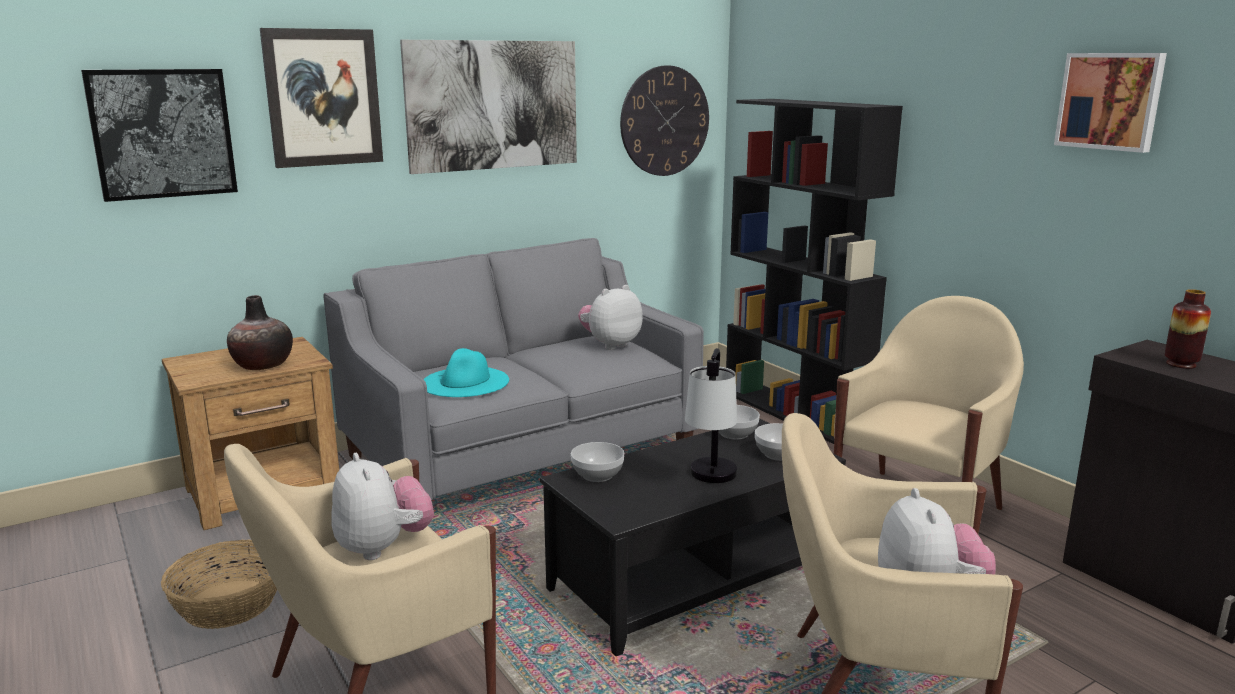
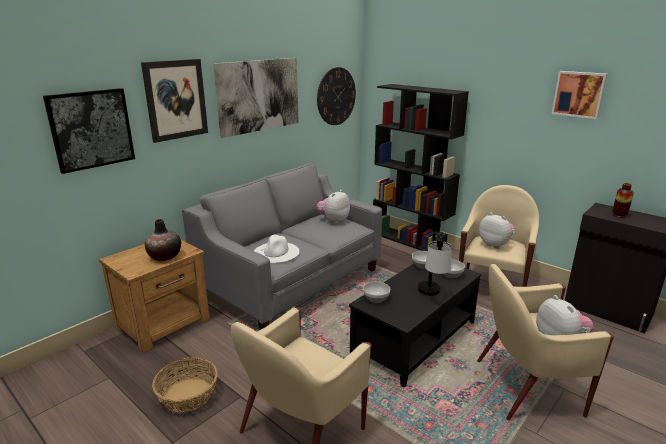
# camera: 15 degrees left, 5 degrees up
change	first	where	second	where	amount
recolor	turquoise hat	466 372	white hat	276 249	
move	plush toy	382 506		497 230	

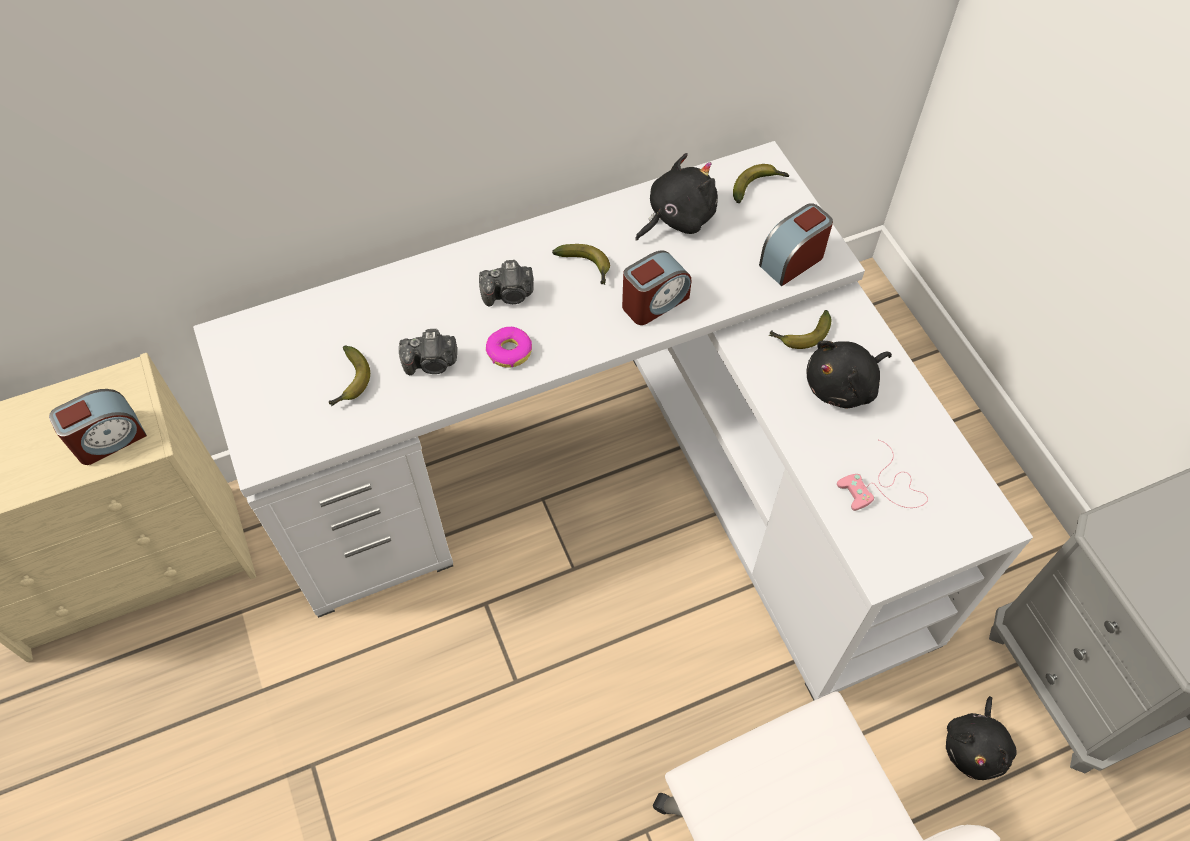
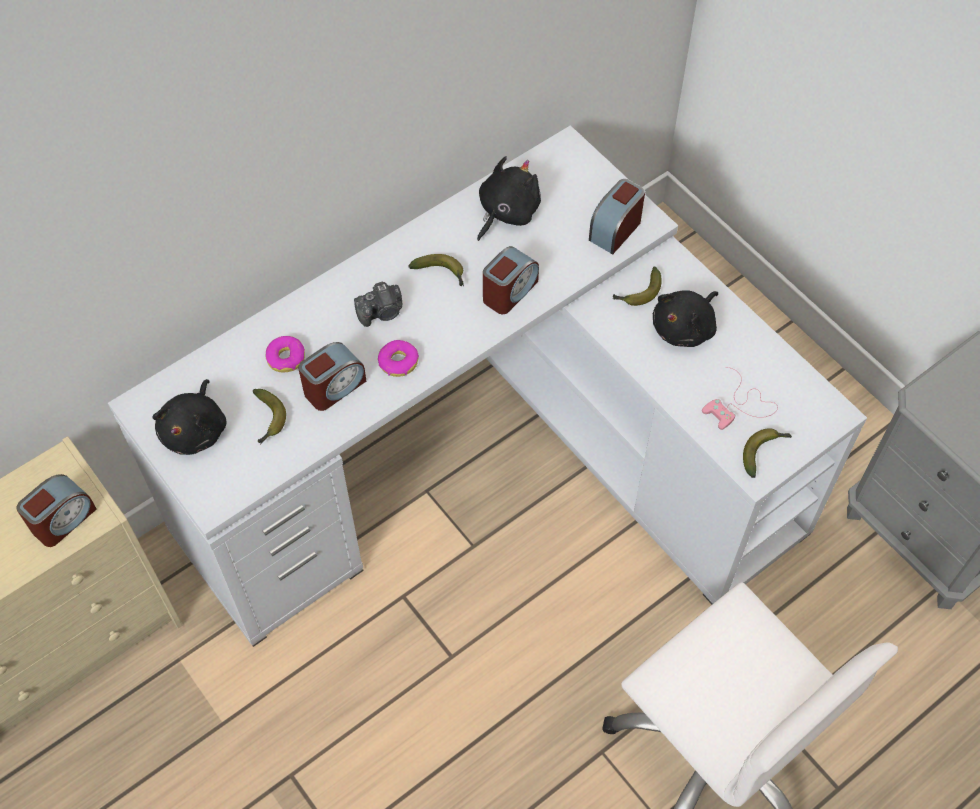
# camera: 15 degrees left, 0 degrees up
change	first	where	second	where	amount
move	banana	761 183		767 453	
replace	photo camera	428 352	alarm clock	332 376	
move	black plush toy	981 738		190 417	
insert			donut	285 354	

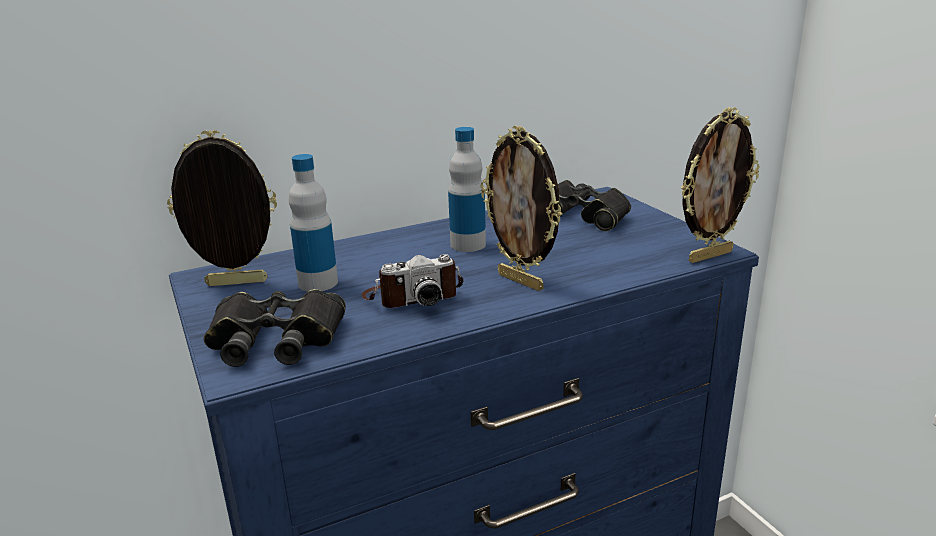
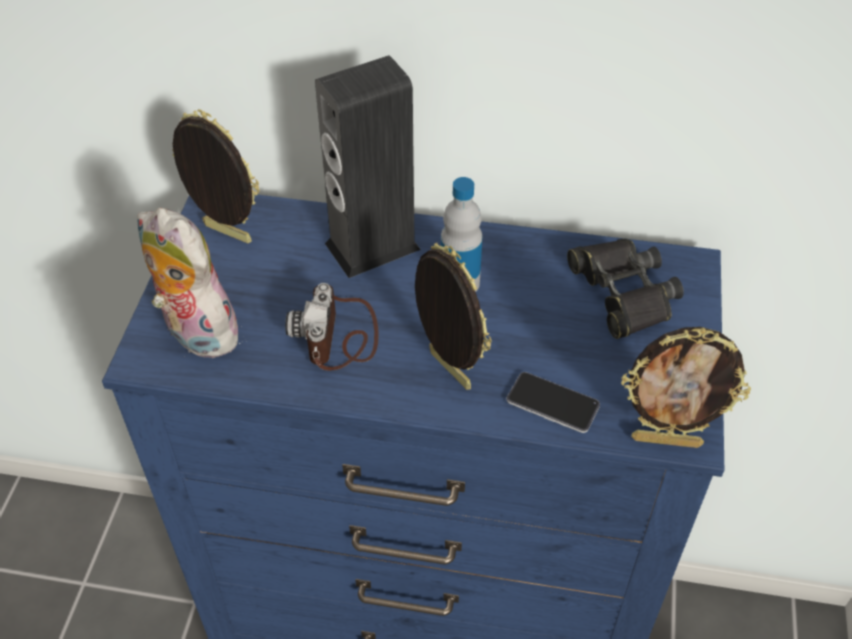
# camera: 35 degrees right, 25 degrees up
change	first	where	second	where	amount
rotate	picture frame	521 208		453 316	150 degrees clockwise
delete	bottle	313 222			
rotate	photo camera	412 281		332 327	75 degrees clockwise
replace	black binoculars	275 328	plush toy	188 283	
insert			speaker	368 166	
insert			phone	553 402	

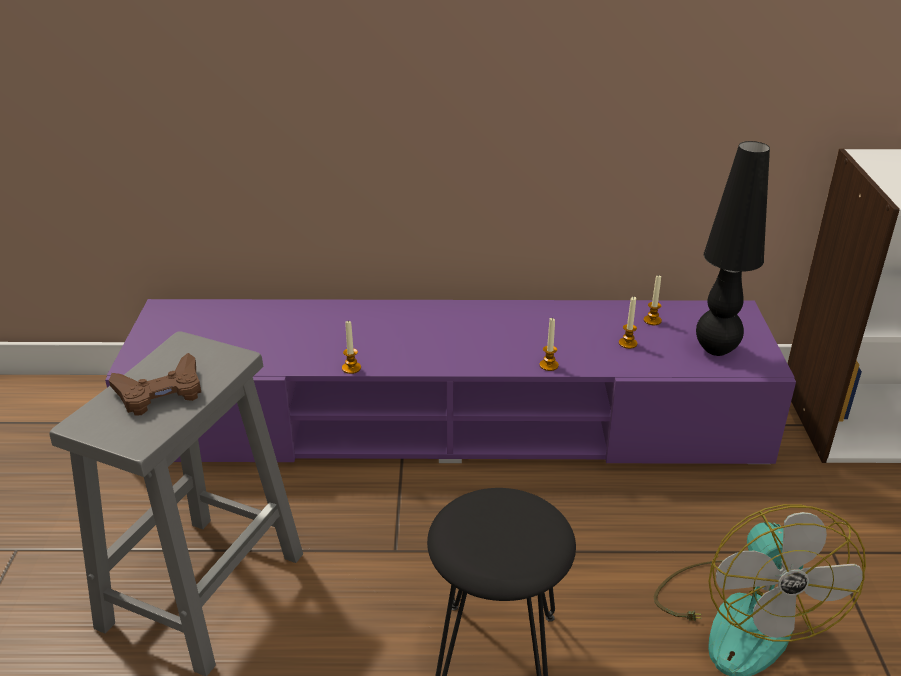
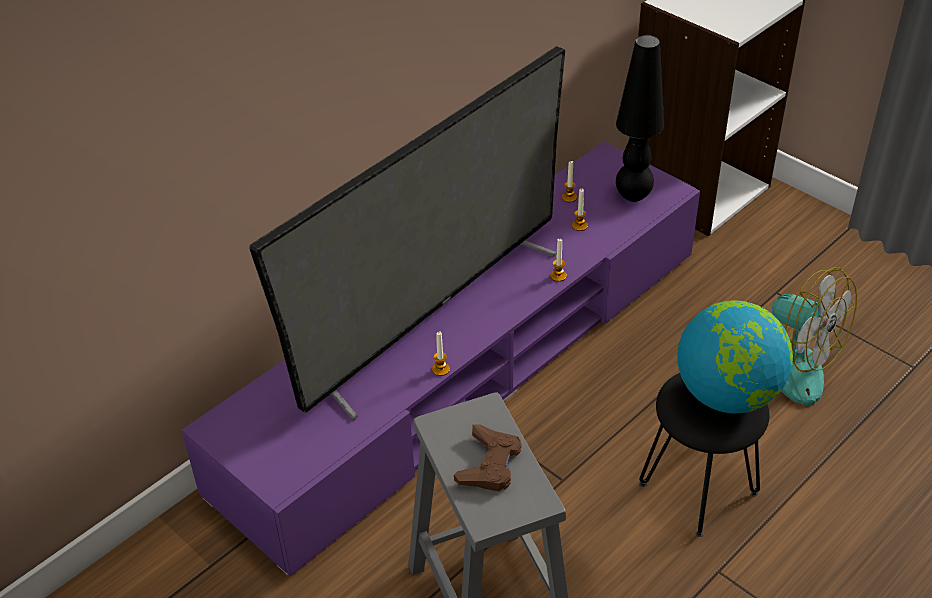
# camera: 45 degrees left, 10 degrees up
change	first	where	second	where	amount
insert			television	407 233	
insert			globe	735 357	

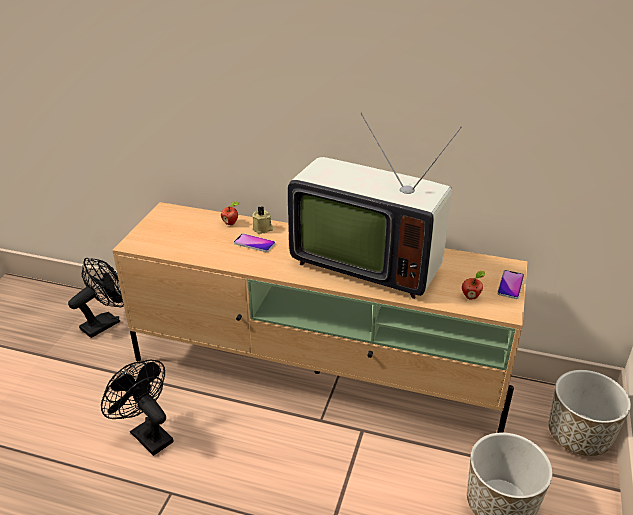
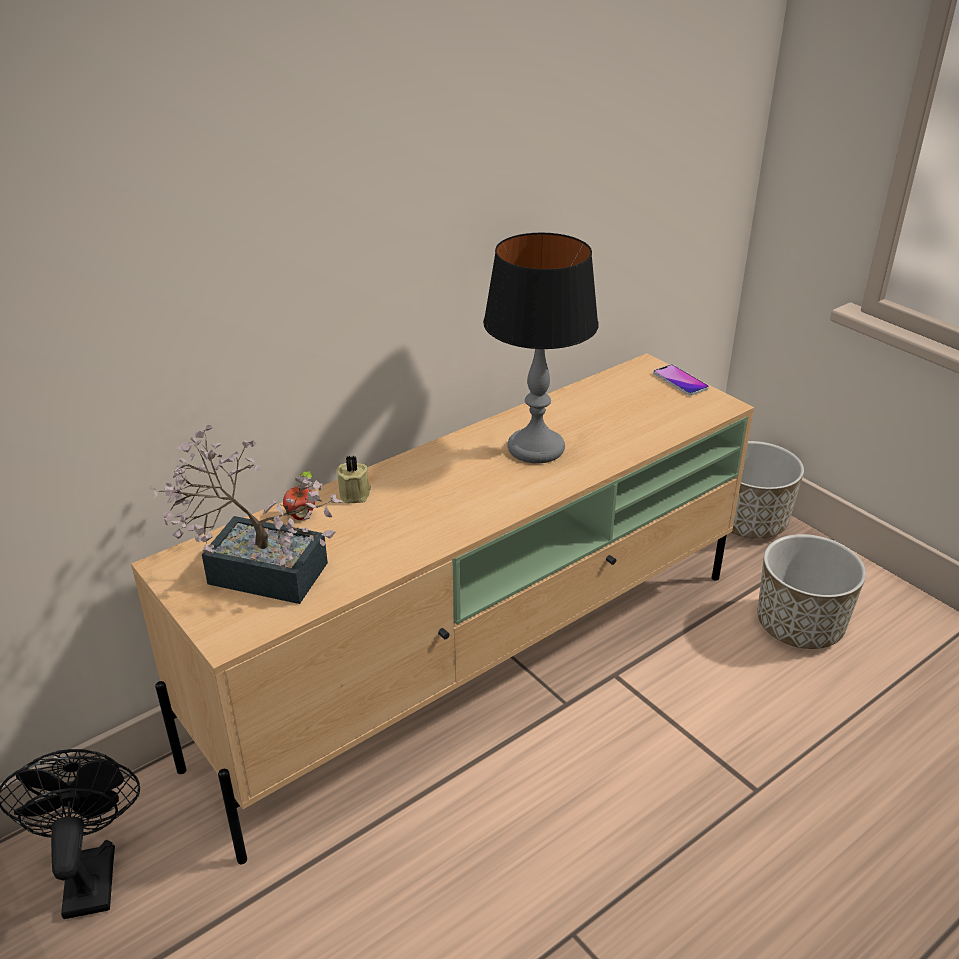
# camera: 55 degrees left, 0 degrees up
change	first	where	second	where	amount
replace	television	375 206	table lamp	541 348	
delete	phone	254 242			
delete	apple	473 285			
delete	black fan	137 408			
insert			potted plant	246 514	

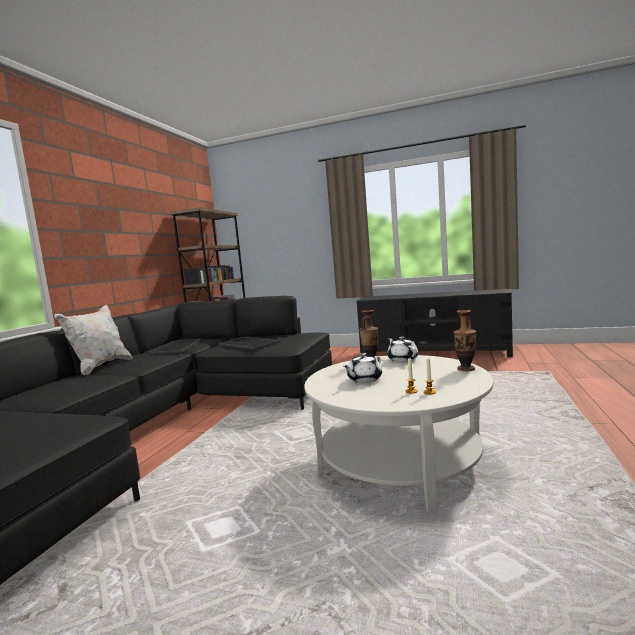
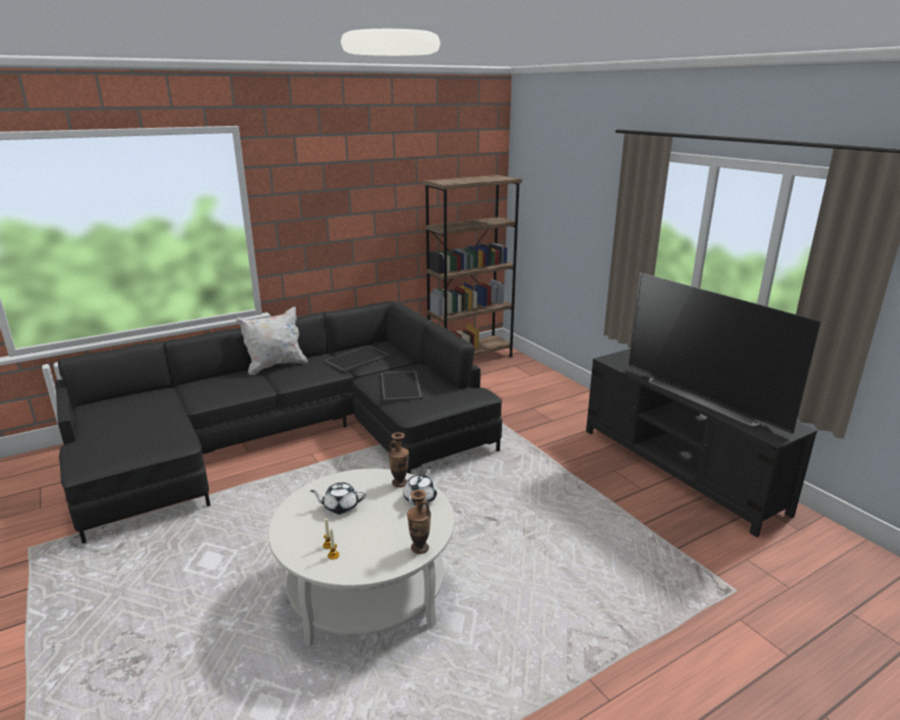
# camera: 40 degrees right, 15 degrees up
change	first	where	second	where	amount
insert			television	724 354	

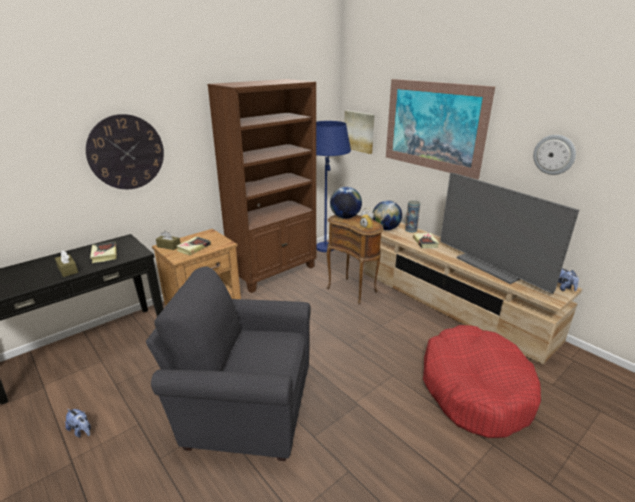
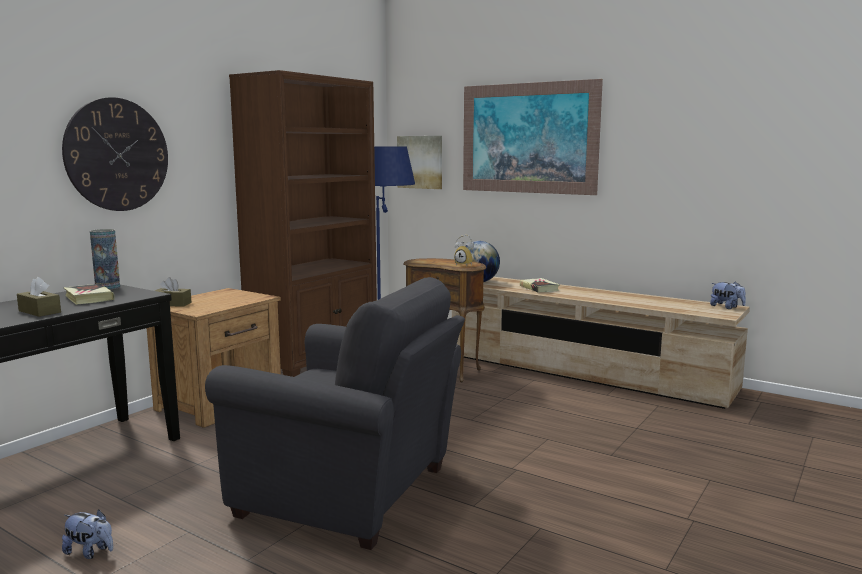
# camera: 15 degrees left, 15 degrees down
change	first	where	second	where	amount
delete	wall clock	554 155			
delete	television	509 233			
delete	globe	346 203			
move	vase	412 216		105 259	
delete	book	193 245			
rotate	grey armchair	228 363		335 413	150 degrees counterclockwise
delete	red dog bed	482 381			

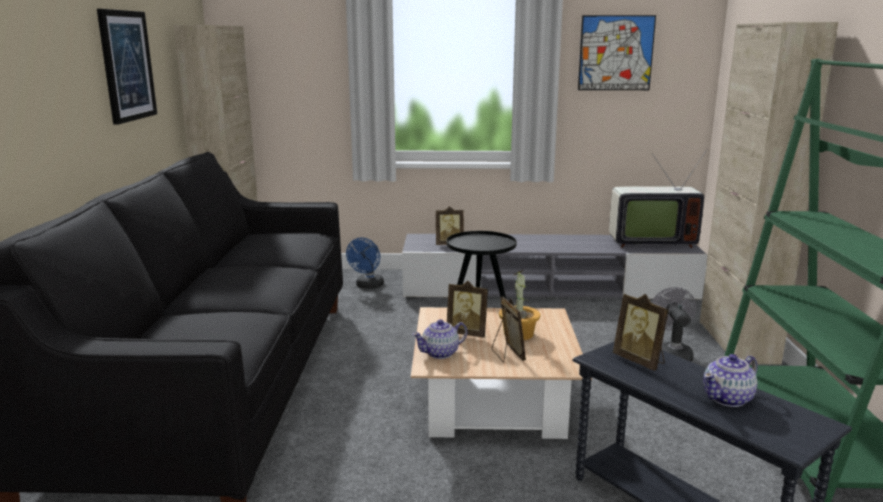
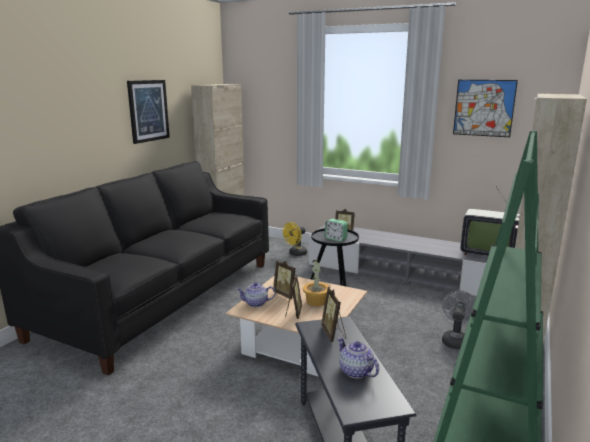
# camera: 25 degrees right, 0 degrees up
change	first	where	second	where	amount
recolor	blue fan	365 263	yellow fan	295 239	
rotate	teapot	730 380		358 358	60 degrees clockwise
insert			alarm clock	336 230	

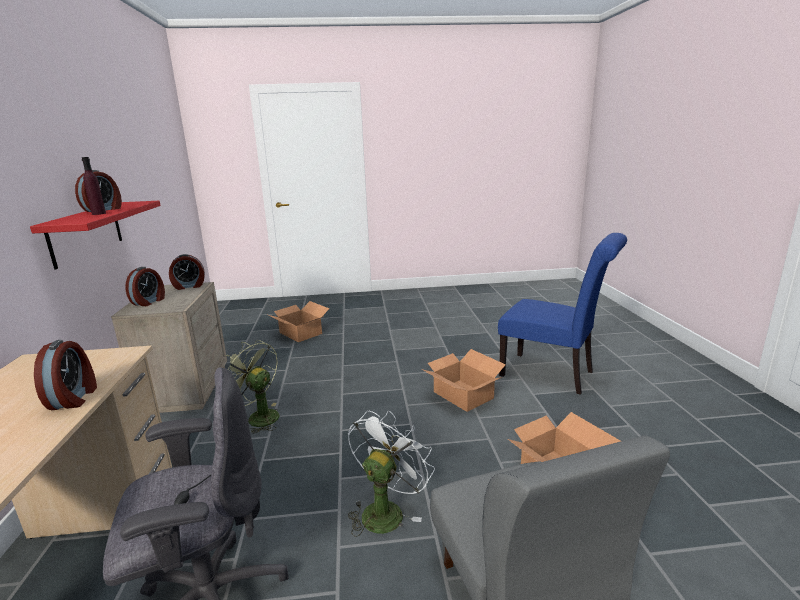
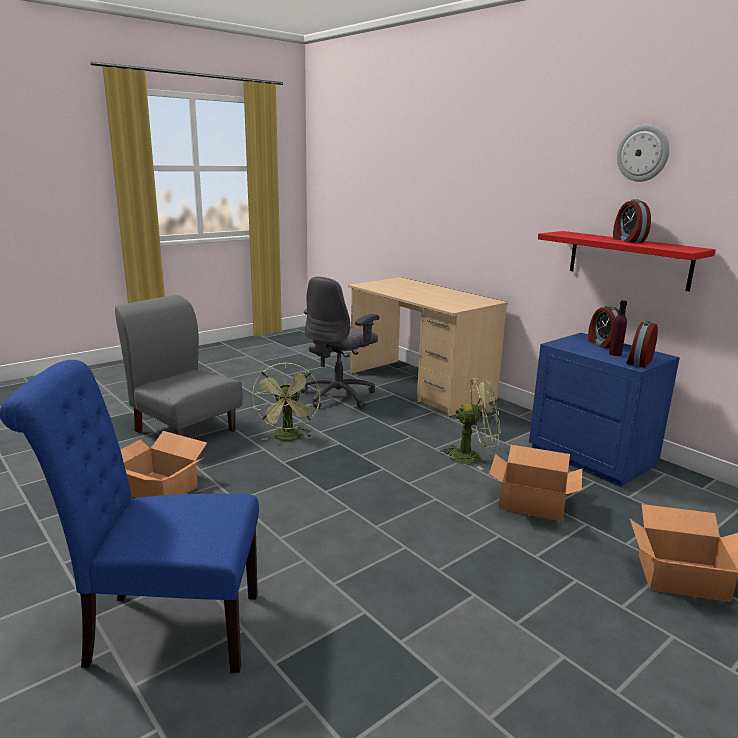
# camera: 145 degrees right, 0 degrees up
change	first	where	second	where	amount
move	purple bottle	94 186		618 328	
recolor	beige nightstand	169 347	blue nightstand	604 410	
delete	alarm clock	65 375			
move	cardboard box	463 380		535 483	
recolor	white fan	391 474	green fan	286 401	
insert			wall clock	643 153	

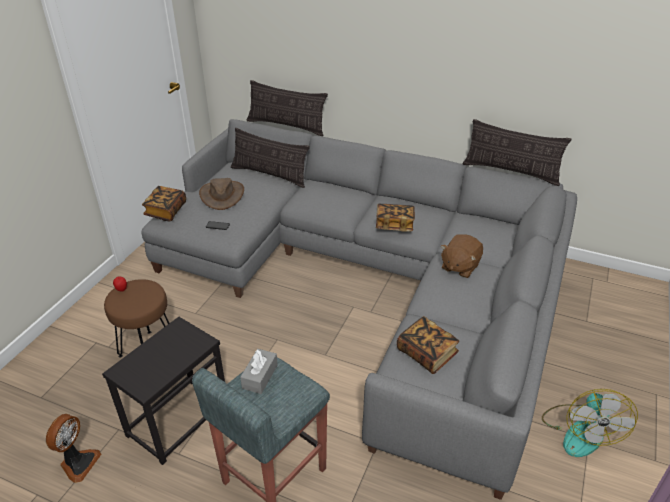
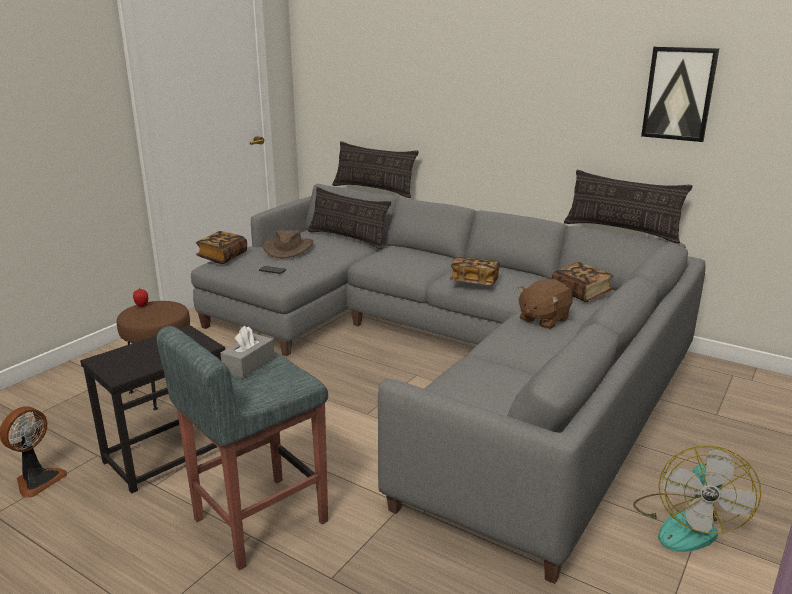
# camera: 10 degrees right, 15 degrees down
change	first	where	second	where	amount
move	book	428 345		582 282	
insert			picture	680 94	

